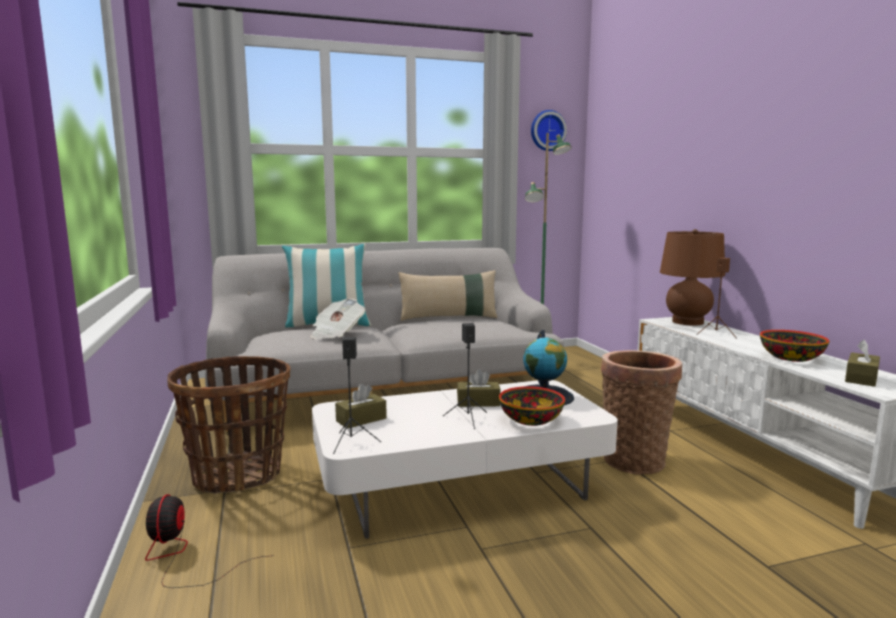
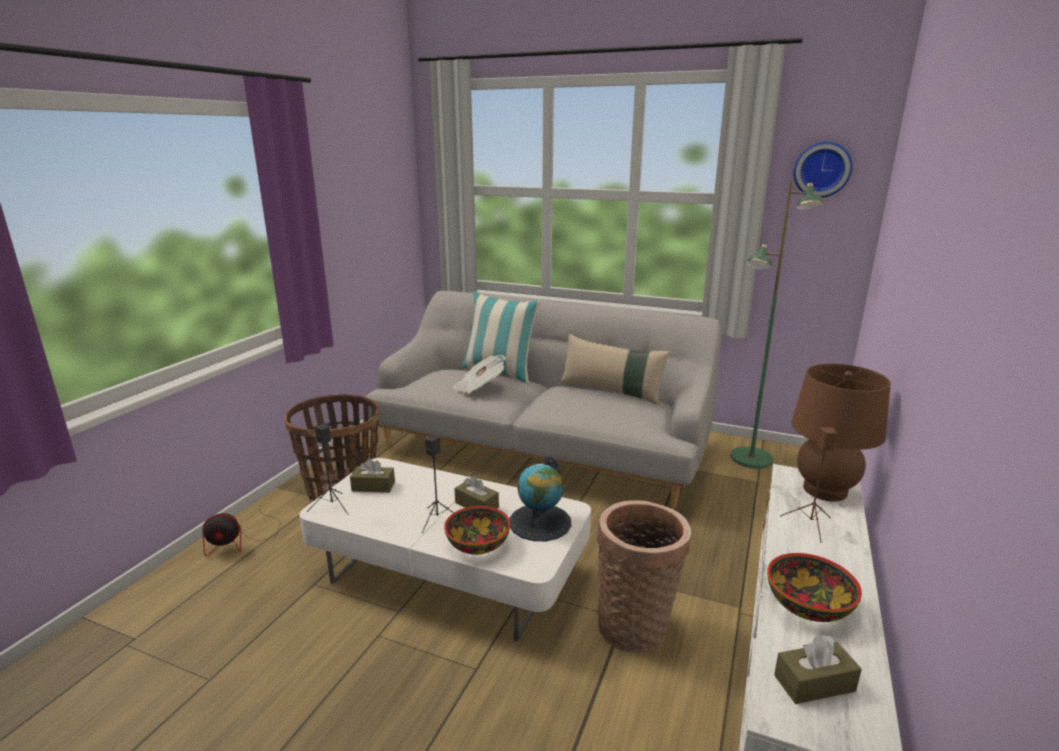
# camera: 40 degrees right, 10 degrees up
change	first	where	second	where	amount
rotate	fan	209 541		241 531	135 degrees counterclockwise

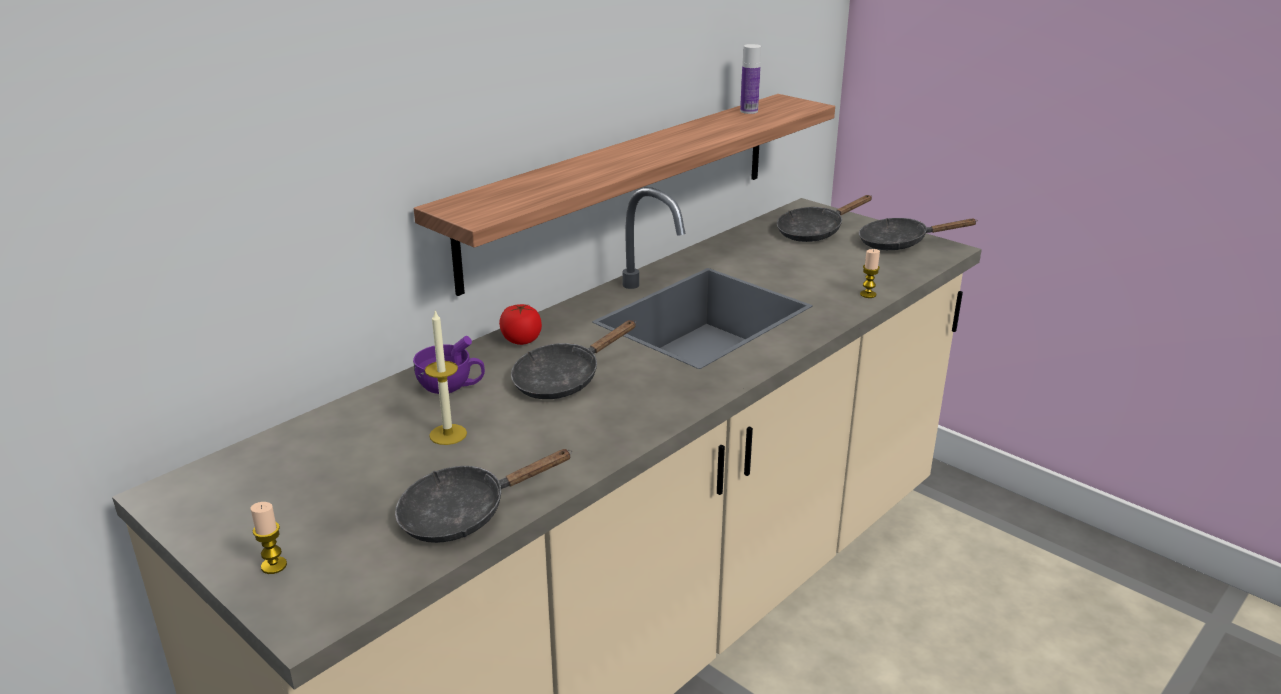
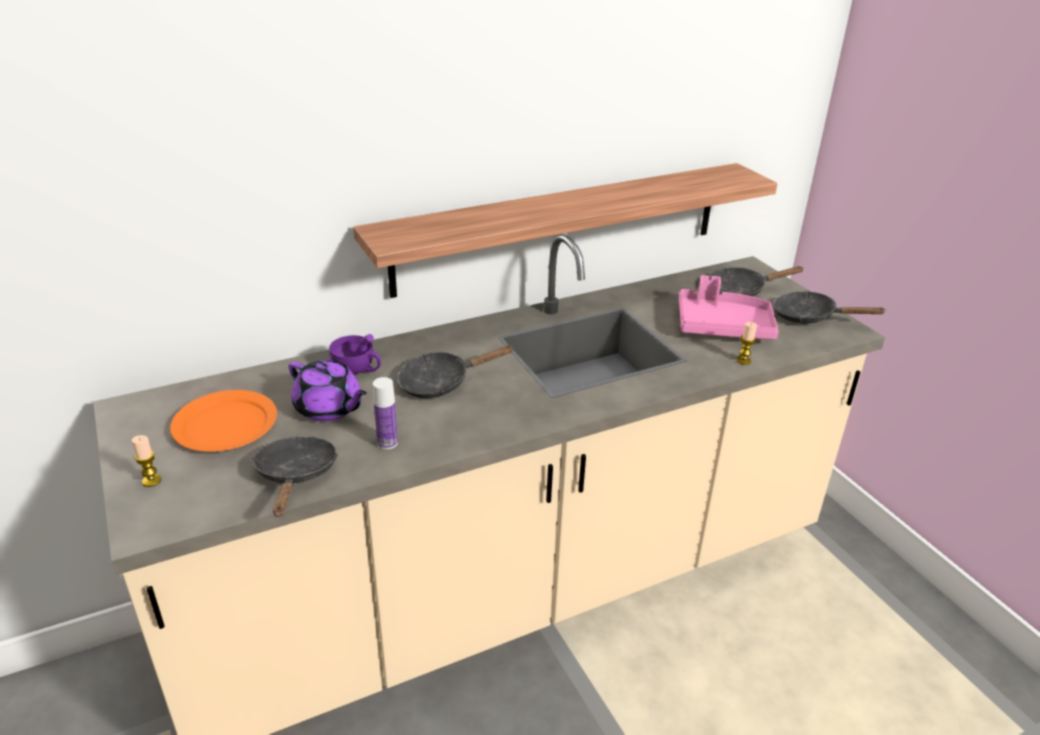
# camera: 20 degrees right, 5 degrees up
change	first	where	second	where	amount
move	bottle	750 79		385 413	
delete	tomato	520 324			
replace	candle	446 378	purple teapot	327 390	
rotate	black frying pan	483 496		295 476	90 degrees clockwise
insert			pink tray	729 307	
insert			orange plate	223 421	

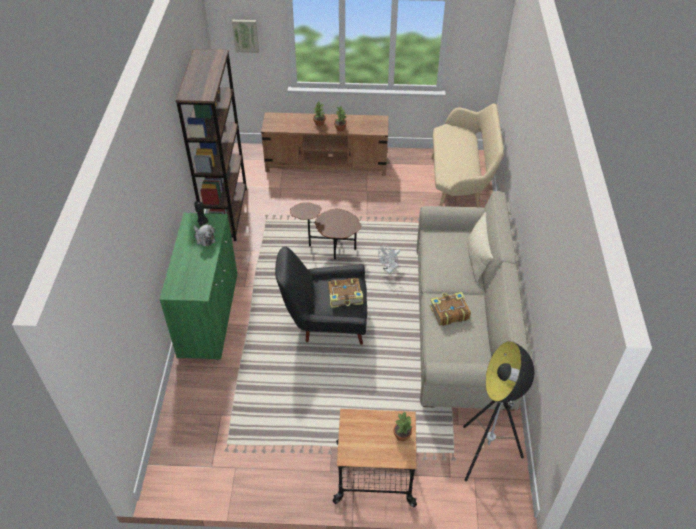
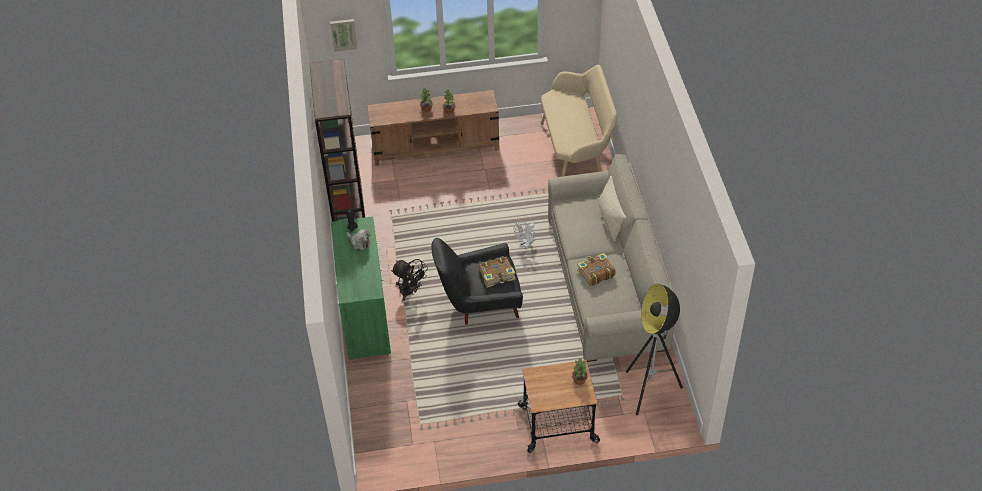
# camera: 10 degrees left, 0 degrees up
change	first	where	second	where	amount
delete	brown side table	326 230			
insert			black fan	409 280	

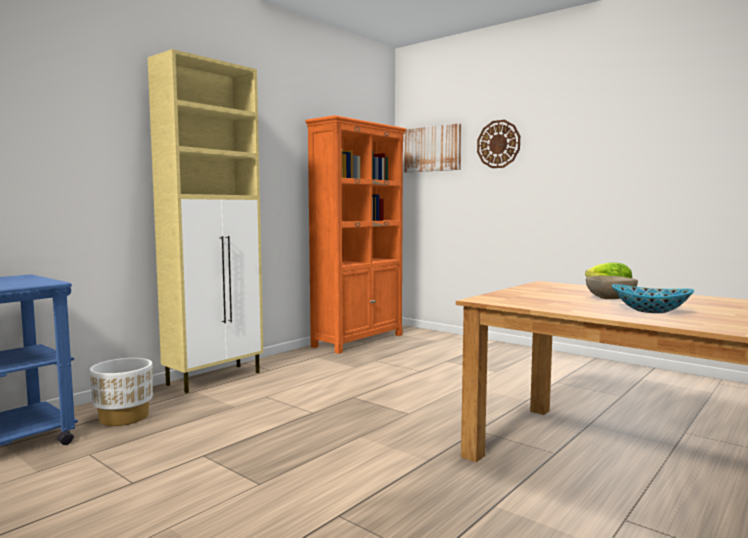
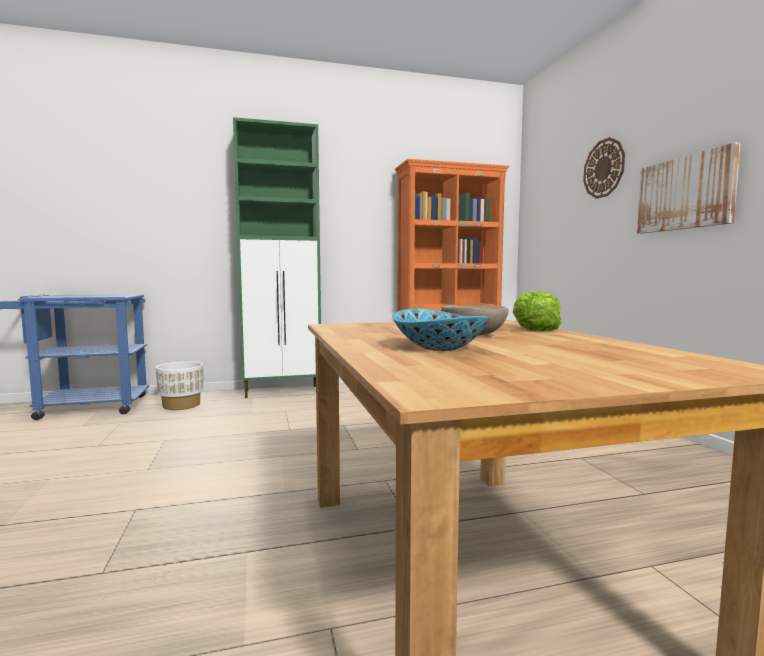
# camera: 35 degrees right, 0 degrees up
change	first	where	second	where	amount
recolor	beige cabinet	205 221	green cabinet	277 257	
move	picture	432 147		689 188	

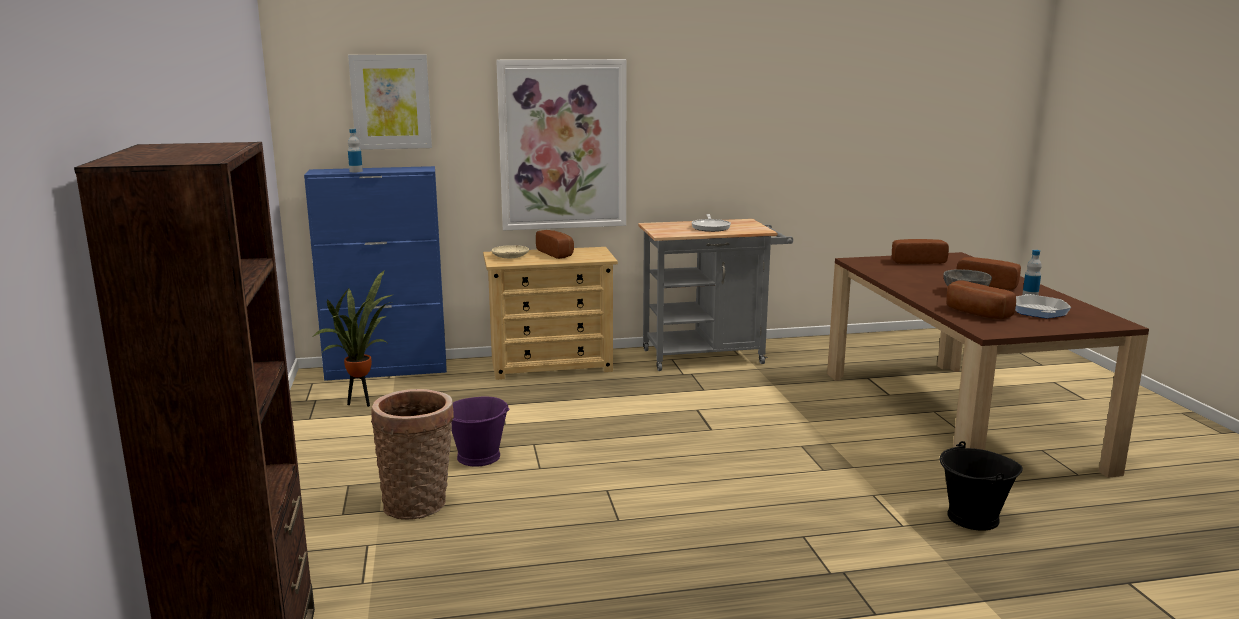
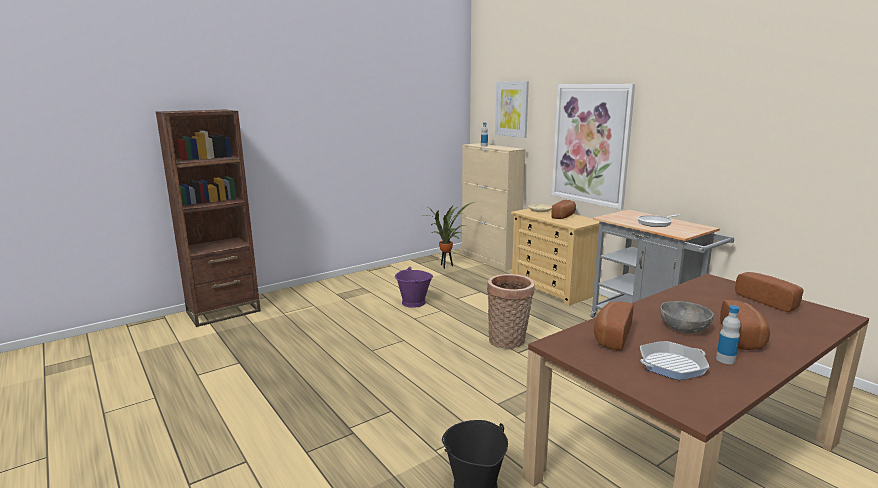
# camera: 65 degrees right, 0 degrees up
change	first	where	second	where	amount
recolor	blue cabinet	375 273	beige cabinet	494 207	
move	basket	412 454		510 311	

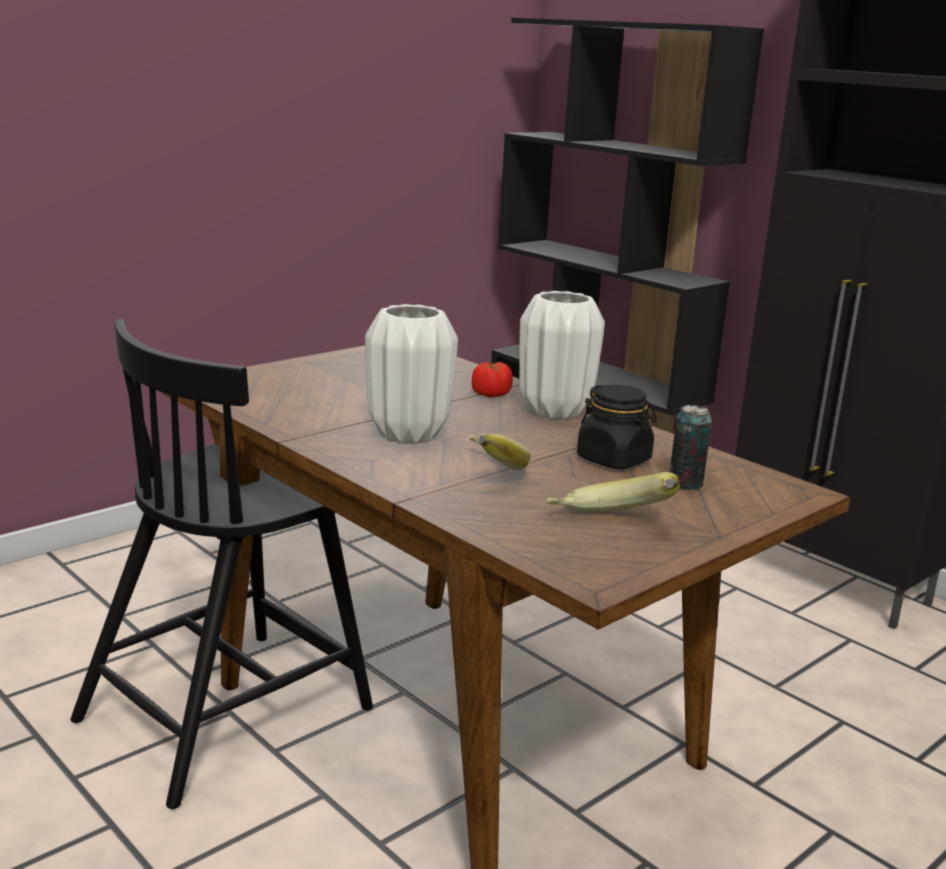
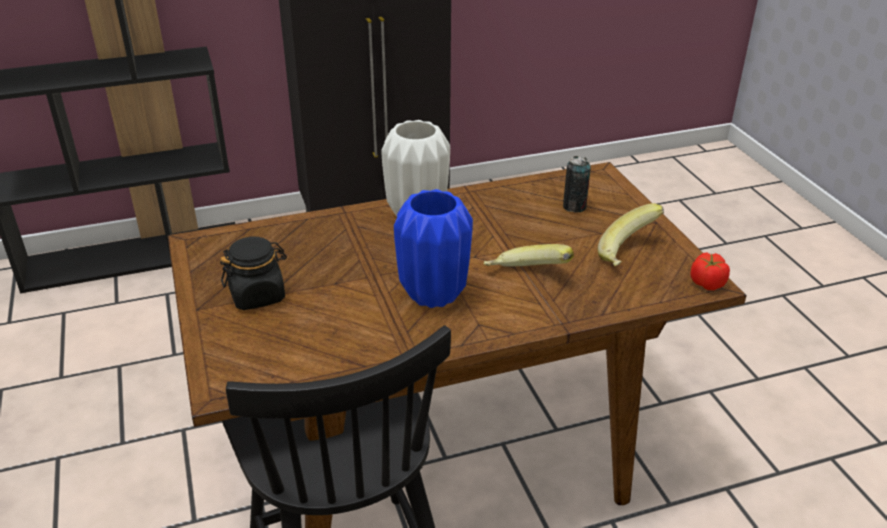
# camera: 65 degrees left, 15 degrees up
change	first	where	second	where	amount
recolor	white vase	411 374	blue vase	433 248	
move	tomato	492 380		710 271	
move	black jar	617 427		253 273	

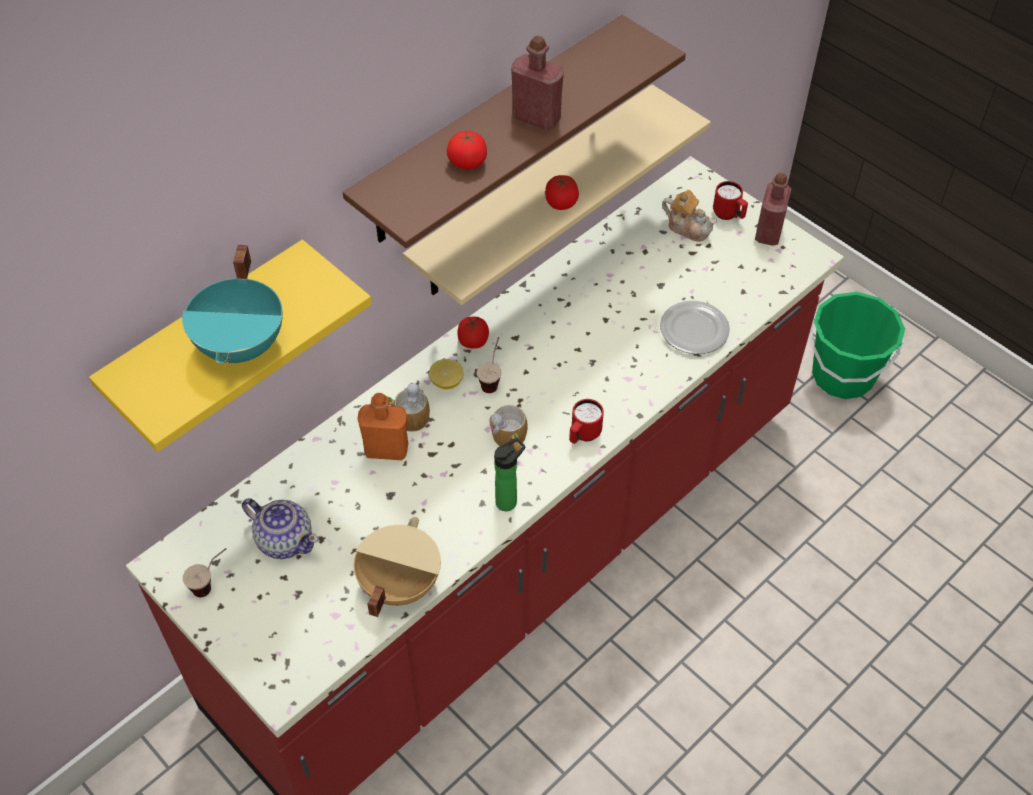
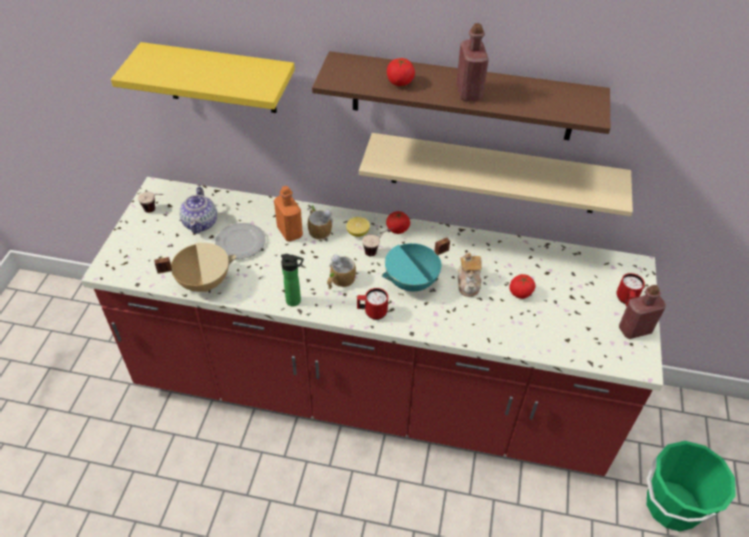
# camera: 55 degrees right, 5 degrees down
change	first	where	second	where	amount
move	tomato	562 192		522 286	
move	teapot	689 216		470 274	
move	turquoise cooking pot	232 304		416 264	
move	plate	695 327		240 241	

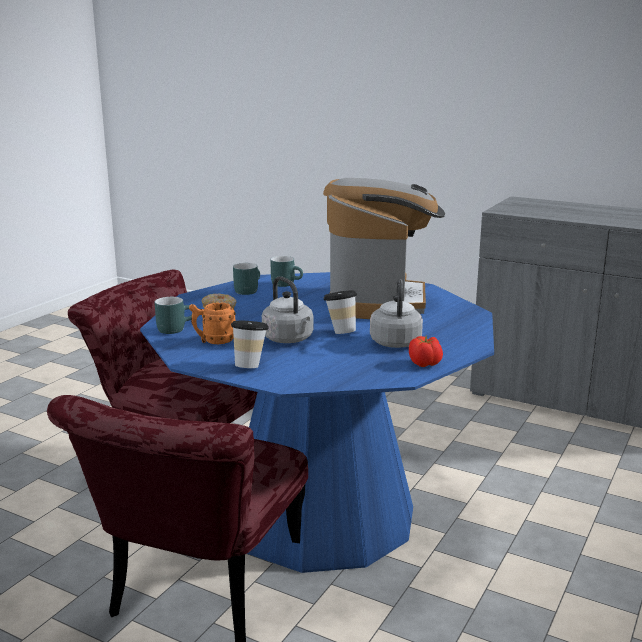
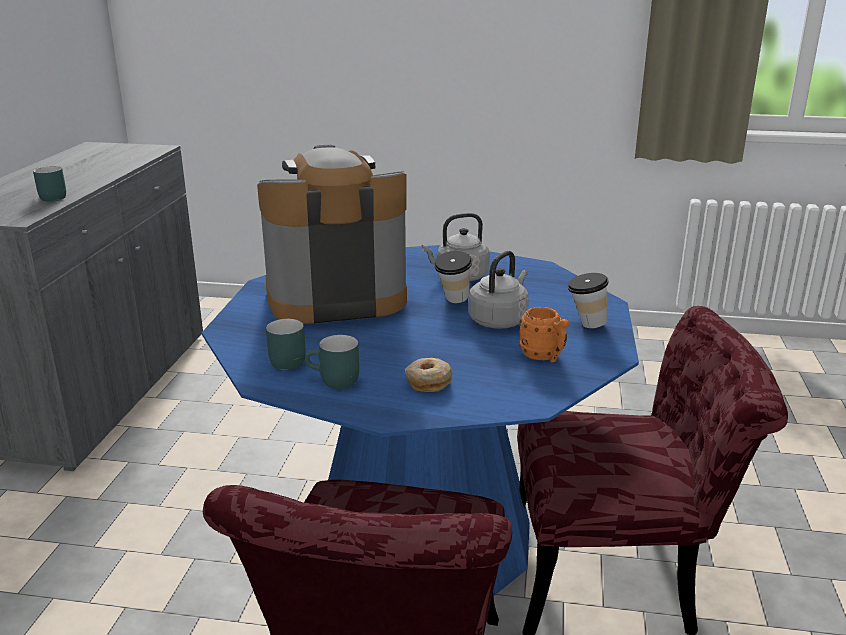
# camera: 110 degrees left, 5 degrees up
change	first	where	second	where	amount
move	turquoise mug	173 315		49 183	
delete	tomato	426 351			

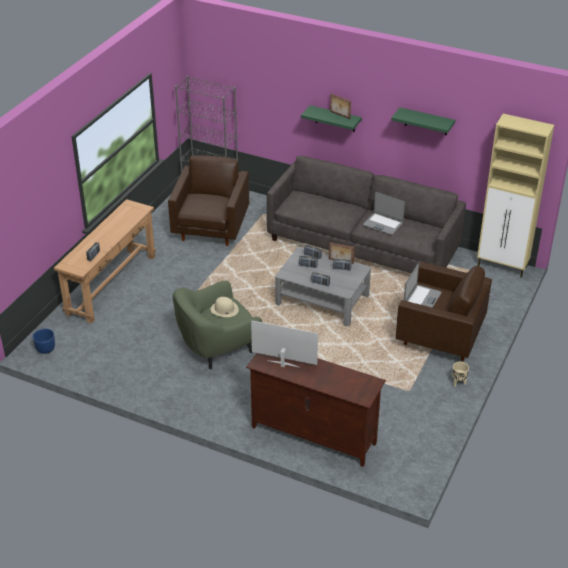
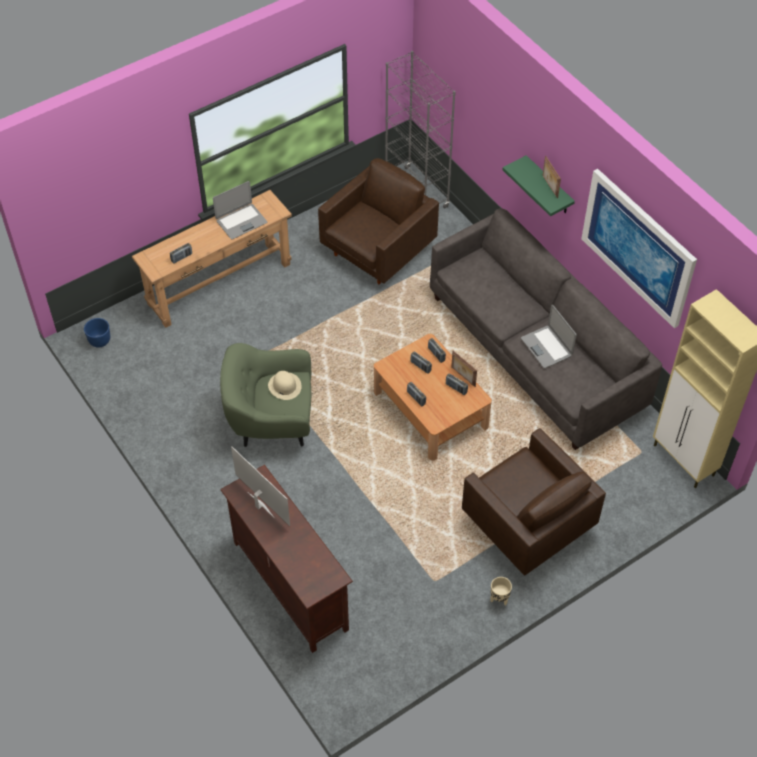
# camera: 30 degrees right, 15 degrees up
change	first	where	second	where	amount
replace	green shelf	423 121	picture	639 248	
recolor	grey coffee table	323 286	brown coffee table	433 397	
move	laptop	423 286		240 210	

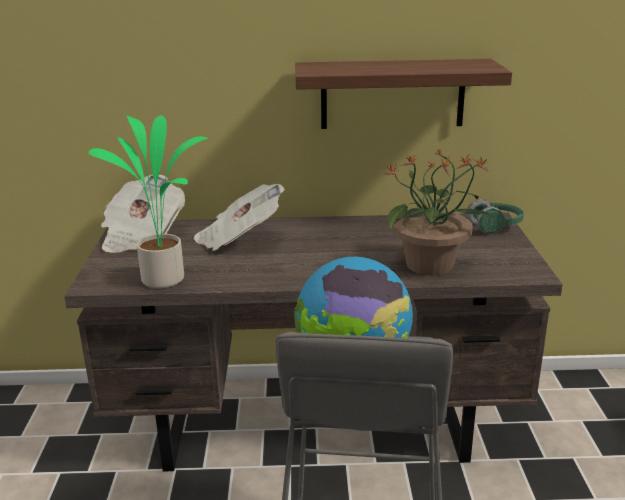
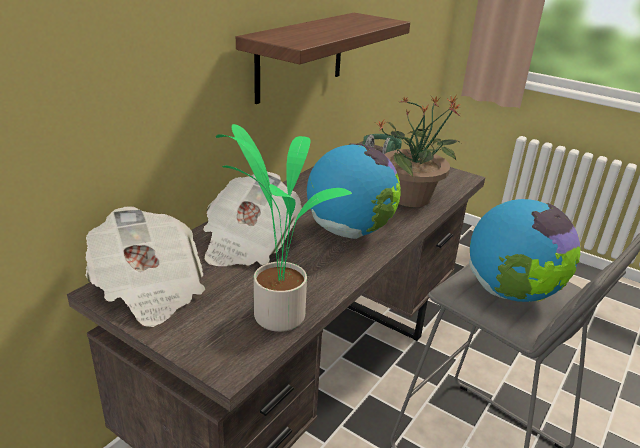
# camera: 55 degrees left, 5 degrees up
change	first	where	second	where	amount
insert			globe	354 191	

